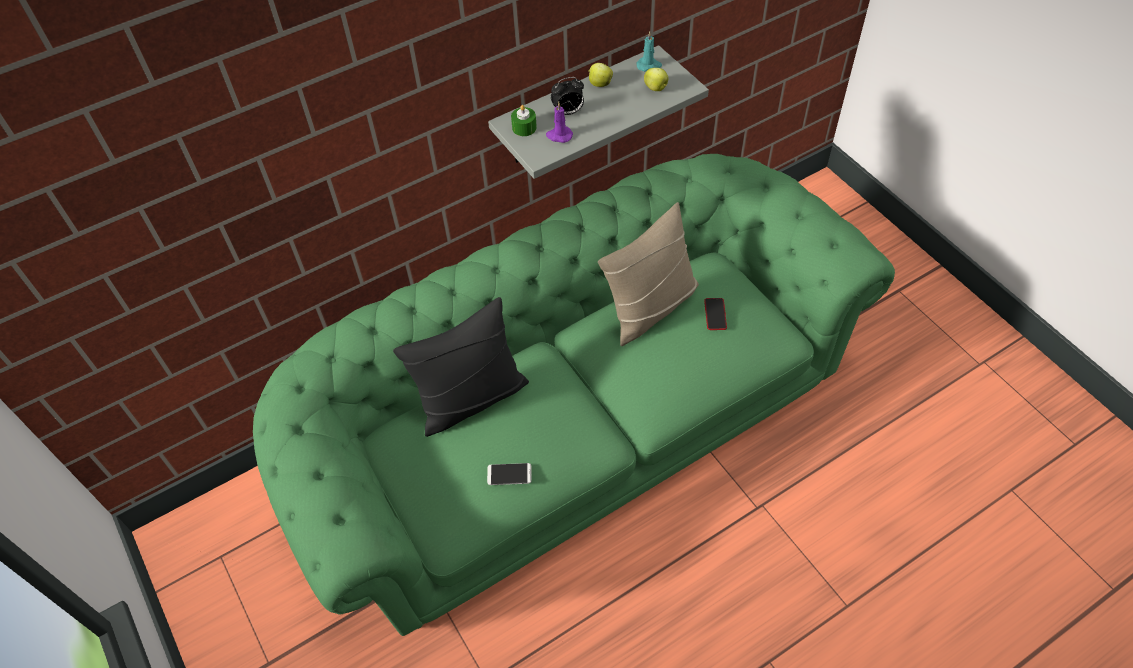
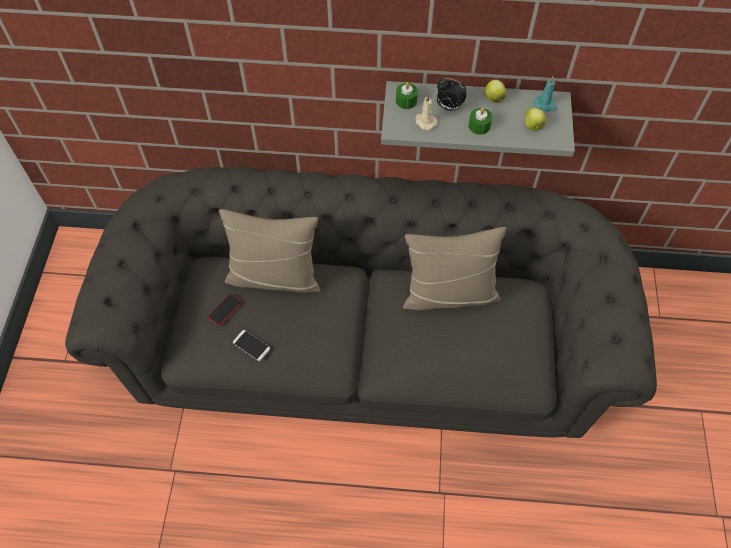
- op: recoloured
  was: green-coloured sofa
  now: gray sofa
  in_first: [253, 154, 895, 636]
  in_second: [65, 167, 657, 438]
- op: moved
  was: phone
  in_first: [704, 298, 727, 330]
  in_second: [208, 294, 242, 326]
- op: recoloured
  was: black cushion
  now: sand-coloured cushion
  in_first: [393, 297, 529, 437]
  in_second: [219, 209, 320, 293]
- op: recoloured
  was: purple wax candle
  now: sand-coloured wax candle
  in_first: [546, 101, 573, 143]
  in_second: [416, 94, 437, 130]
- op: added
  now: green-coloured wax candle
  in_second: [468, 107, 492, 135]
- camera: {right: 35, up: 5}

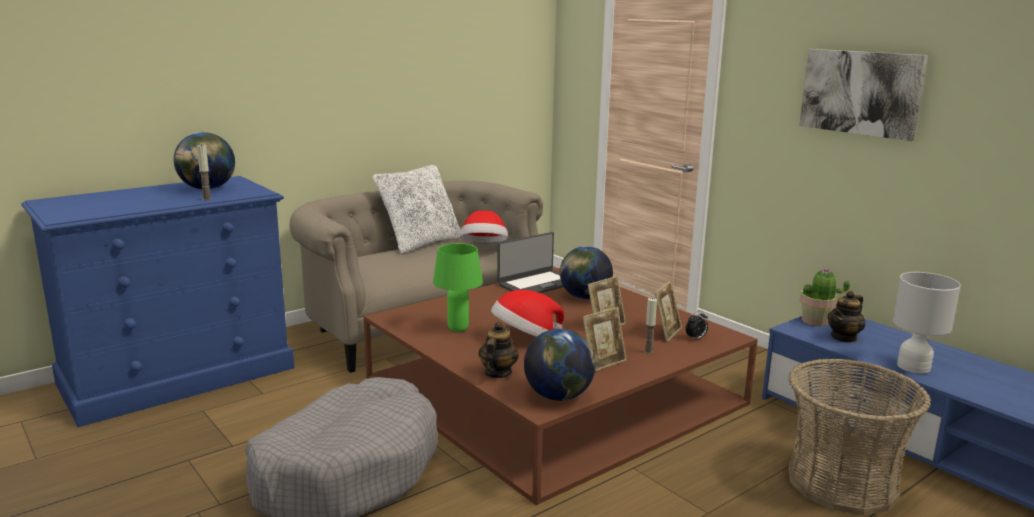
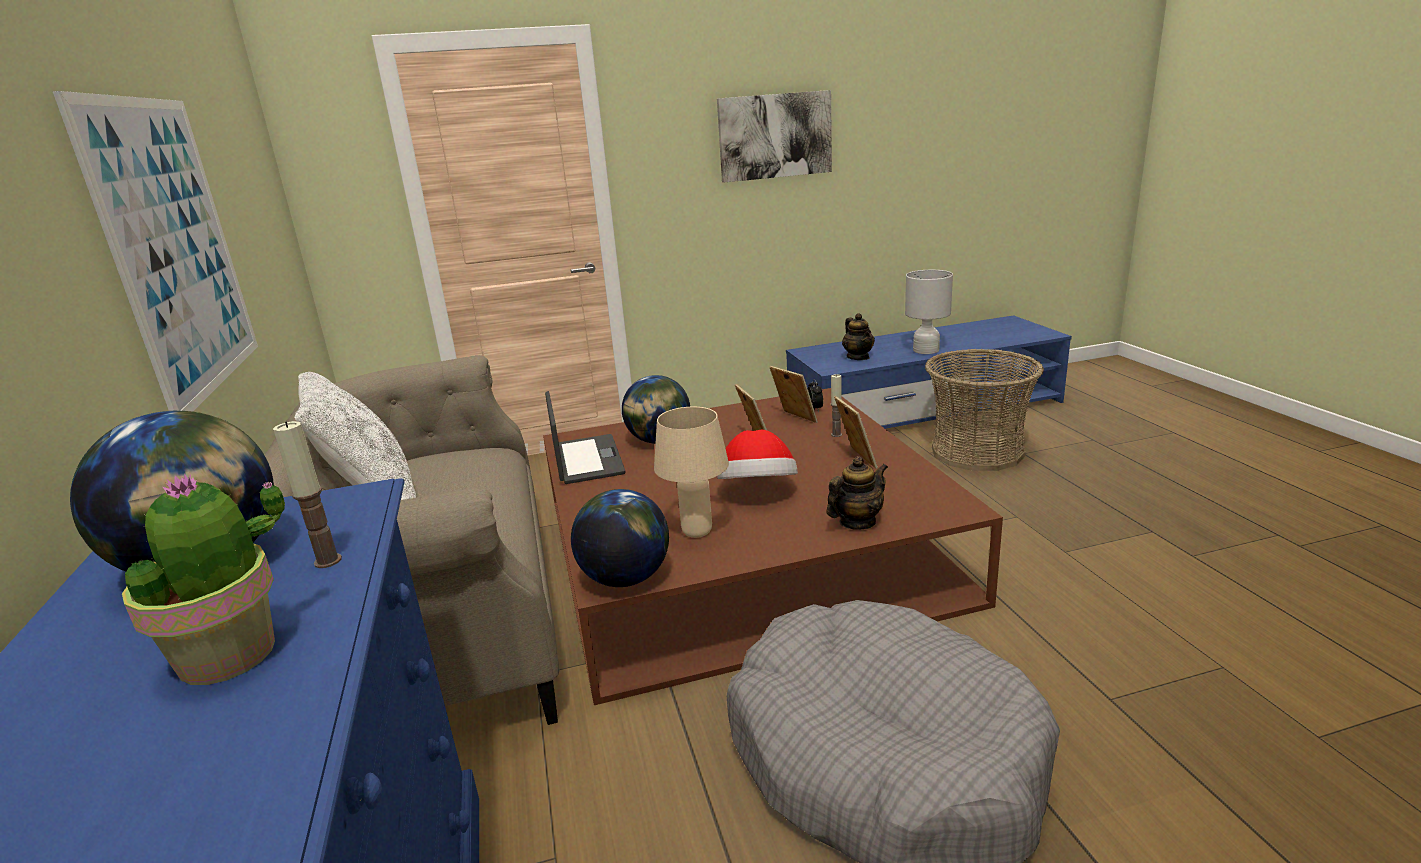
- op: added
  now: wall picture
  in_second: [52, 91, 258, 412]
- op: moved
  was: potted plant
  in_first: [800, 267, 850, 326]
  in_second: [122, 473, 285, 685]
- op: moved
  was: world globe
  in_first: [524, 329, 595, 401]
  in_second: [571, 489, 669, 587]
- op: recoloured
  was: green-coloured tabletop lamp
  now: sand-coloured tabletop lamp
  in_first: [433, 243, 483, 332]
  in_second: [654, 407, 729, 538]
- op: turned
  was: pot for tea
  in_first: [479, 322, 519, 378]
  in_second: [826, 456, 888, 530]
  clockwise: 105
- op: removed
  was: clothing hat
  in_first: [460, 211, 508, 243]
- camera: {right: -65, up: 5}

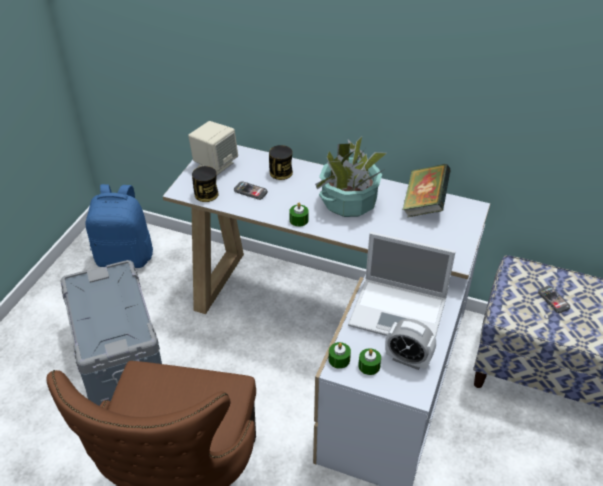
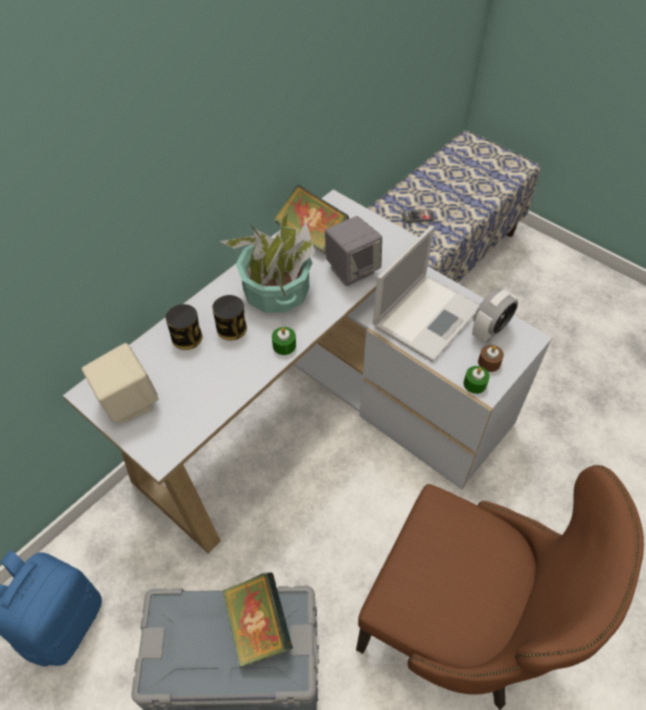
- op: moved
  was: metal can
  in_first: [192, 166, 219, 202]
  in_second: [212, 295, 247, 340]
- op: added
  now: book
  in_second: [223, 572, 293, 667]
- op: added
  now: gray audio speaker
  in_second: [325, 216, 382, 286]
- op: recoloured
  was: green-coloured wax candle
  now: brown wax candle
  in_first: [358, 348, 381, 375]
  in_second: [478, 345, 504, 372]
- op: removed
  was: phone
  in_first: [234, 181, 268, 200]
- camera: {right: -70, up: 10}

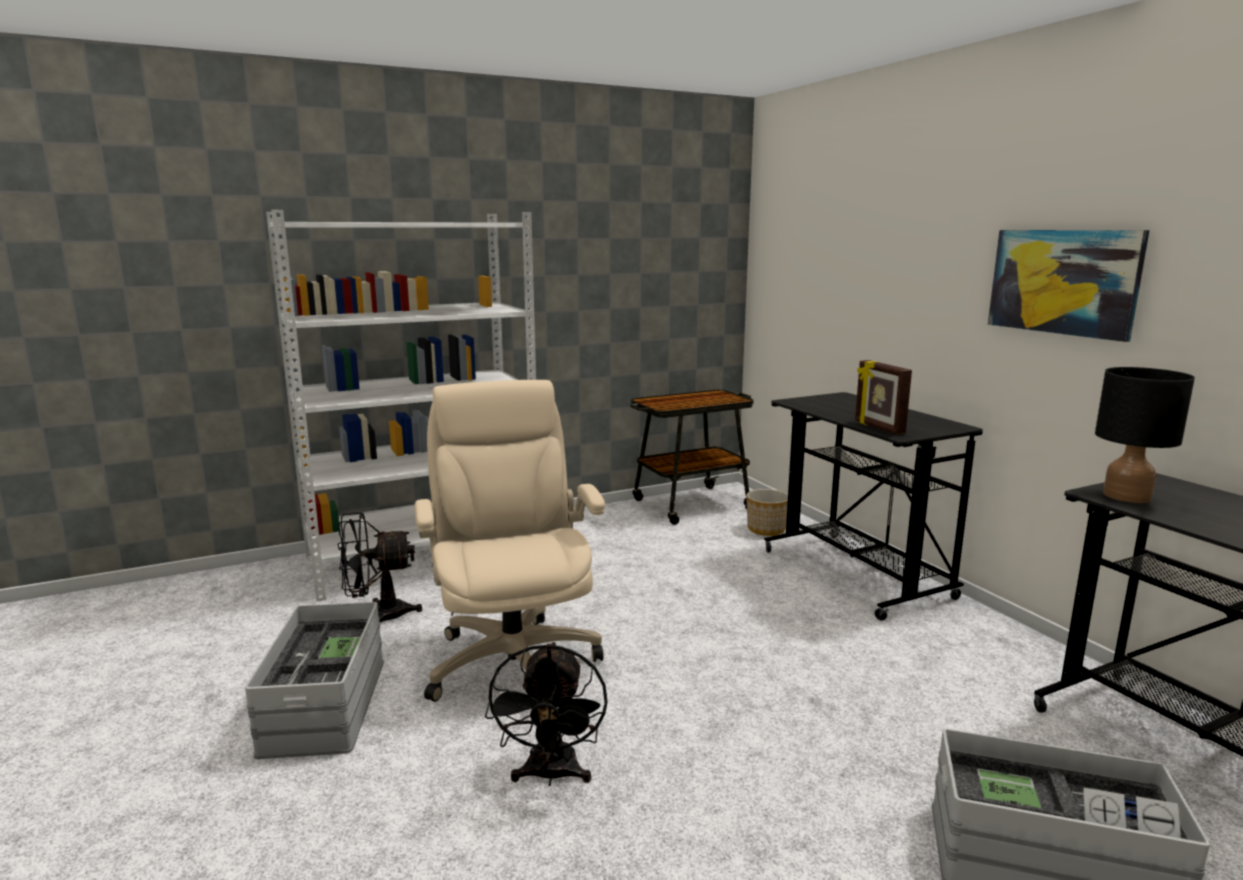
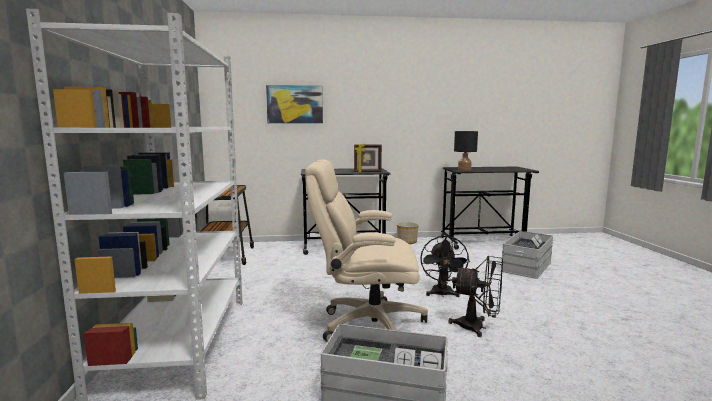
- op: moved
  was: wall picture
  in_first: [988, 230, 1149, 342]
  in_second: [266, 85, 323, 123]
- op: moved
  was: flower pot
  in_first: [747, 489, 788, 536]
  in_second: [397, 222, 419, 244]
- op: moved
  was: black cooling fan
  in_first: [338, 512, 423, 623]
  in_second: [420, 235, 470, 297]
- camera: {right: -70, up: -5}

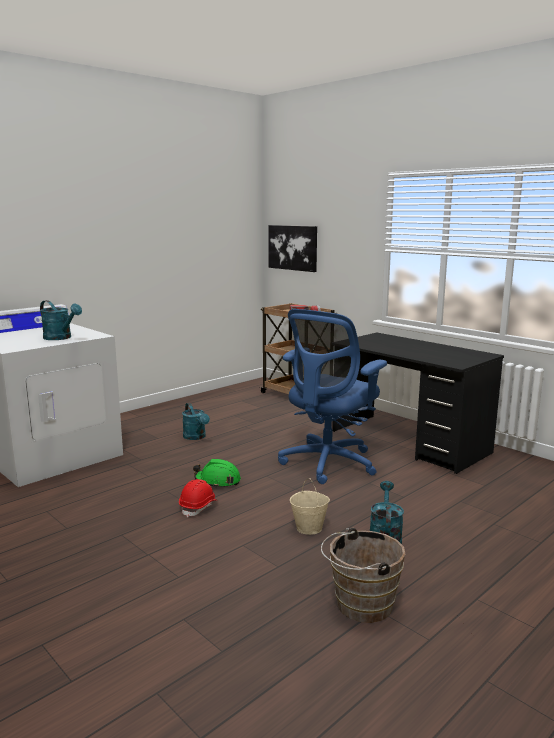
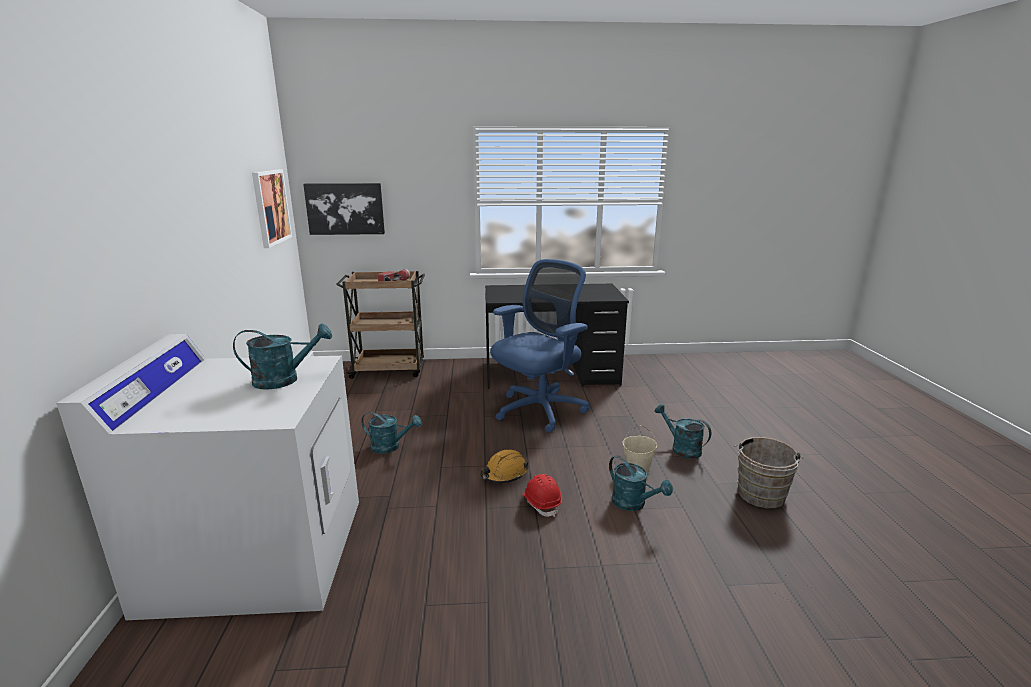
- op: added
  now: wall picture
  in_second: [252, 170, 292, 248]
- op: recoloured
  was: green-coloured safety helmet
  now: orange-coloured safety helmet
  in_first: [193, 459, 241, 488]
  in_second: [481, 449, 529, 483]
- op: turned
  was: bluish computer chair
  in_first: [278, 309, 387, 484]
  in_second: [490, 259, 589, 432]
  clockwise: -120
- op: added
  now: turquoise-coloured sprinkling can
  in_second: [609, 455, 673, 511]
- camera: {right: -50, up: 5}

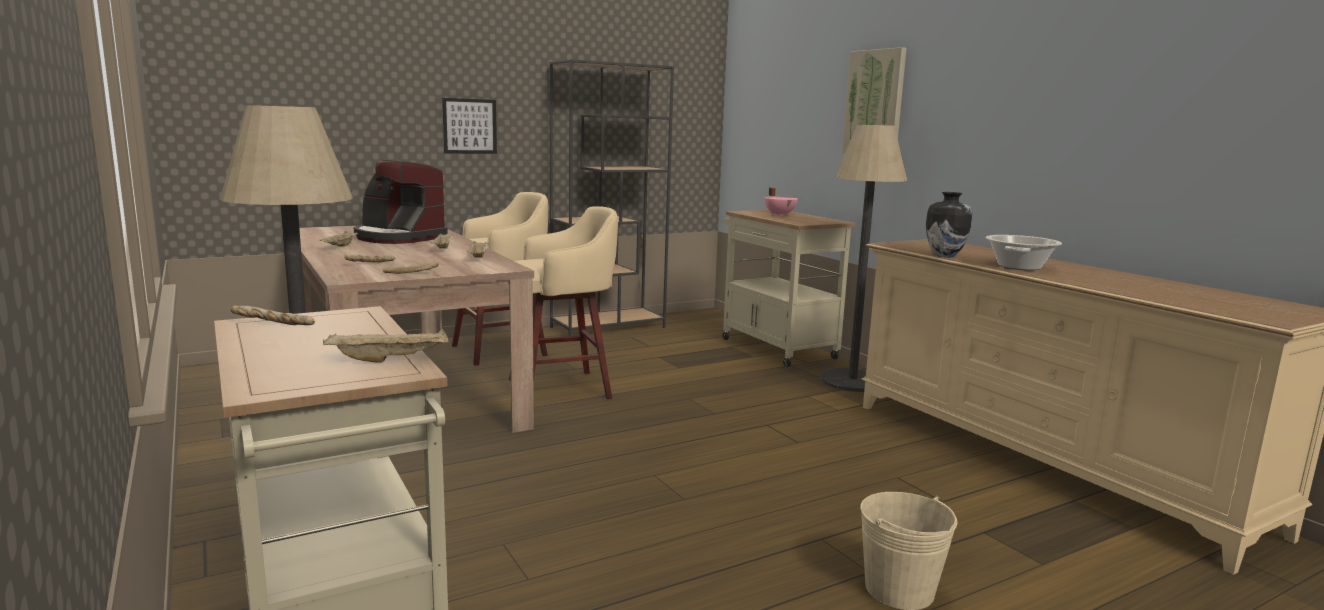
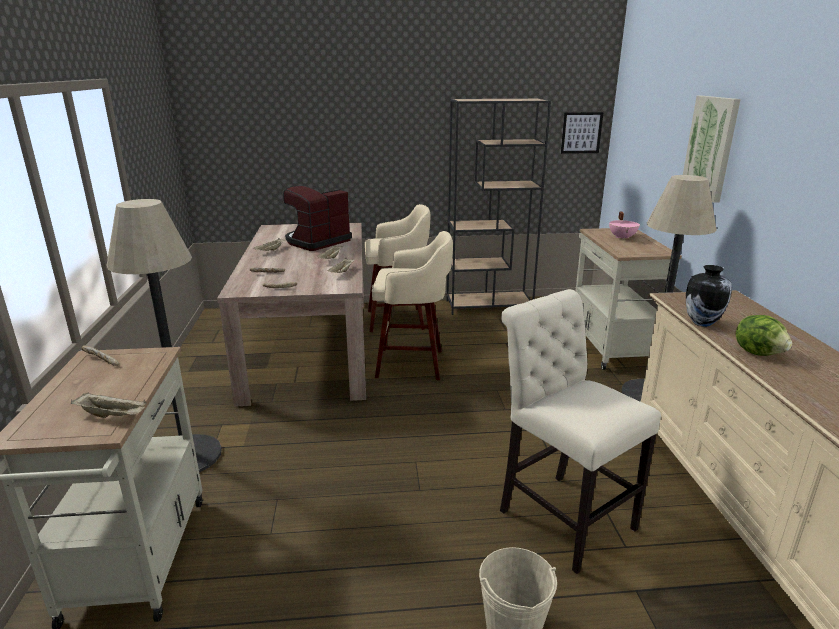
- op: turned
  was: coffee machine
  in_first: [354, 160, 448, 244]
  in_second: [283, 186, 352, 251]
  clockwise: 75
- op: added
  now: sand-coloured stool
  in_second: [500, 289, 661, 574]
- op: moved
  was: wall picture
  in_first: [442, 98, 497, 154]
  in_second: [561, 112, 603, 154]
- op: replaced
  was: saucepot
  now: lettuce
  in_first: [985, 235, 1062, 270]
  in_second: [735, 315, 792, 356]
- camera: {right: 25, up: 10}

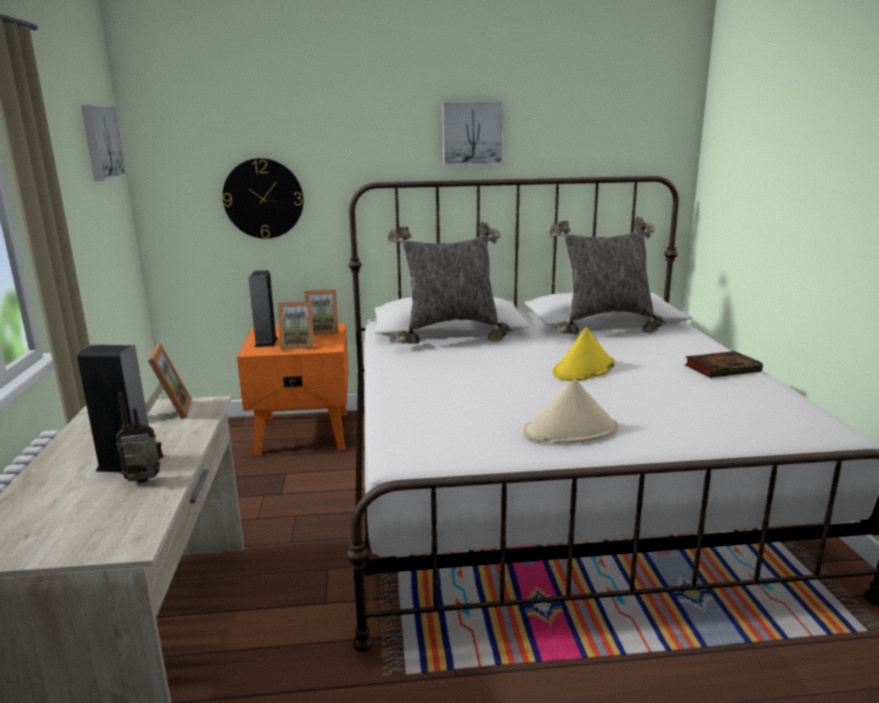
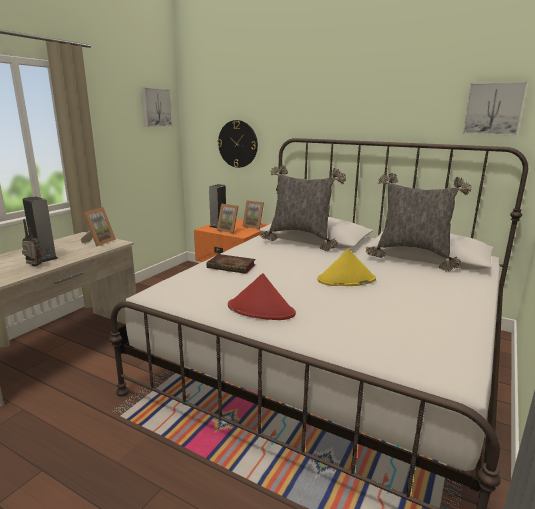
- op: moved
  was: book
  in_first: [684, 351, 763, 378]
  in_second: [207, 254, 256, 274]
- op: recoloured
  was: sand-coloured clothing hat
  now: red clothing hat
  in_first: [523, 379, 618, 443]
  in_second: [228, 273, 296, 320]
- op: moved
  was: wall picture
  in_first: [442, 101, 504, 166]
  in_second: [463, 82, 527, 135]
- camera: {right: 35, up: 0}

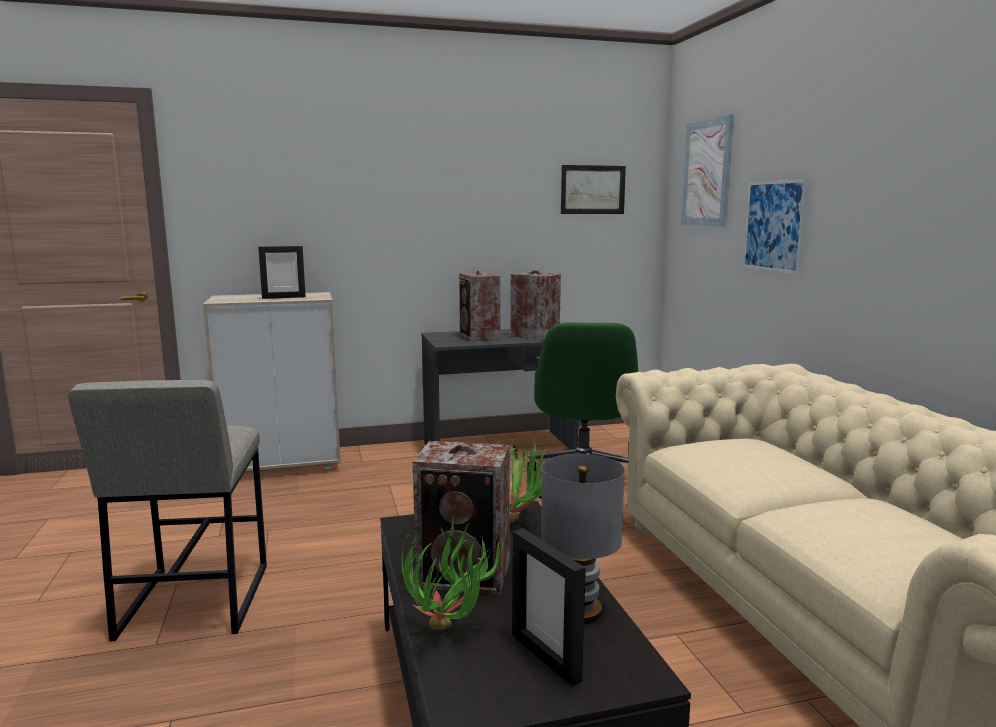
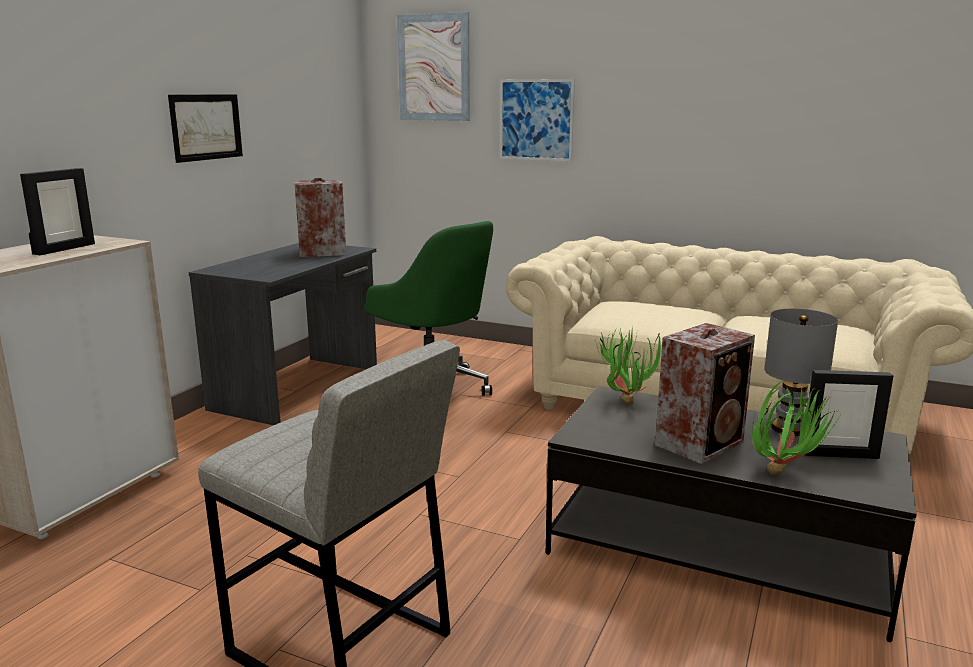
- op: moved
  was: wall picture
  in_first: [561, 165, 626, 214]
  in_second: [168, 94, 243, 163]
- op: removed
  was: audio speaker
  in_first: [459, 271, 500, 341]
- camera: {right: -50, up: 5}

